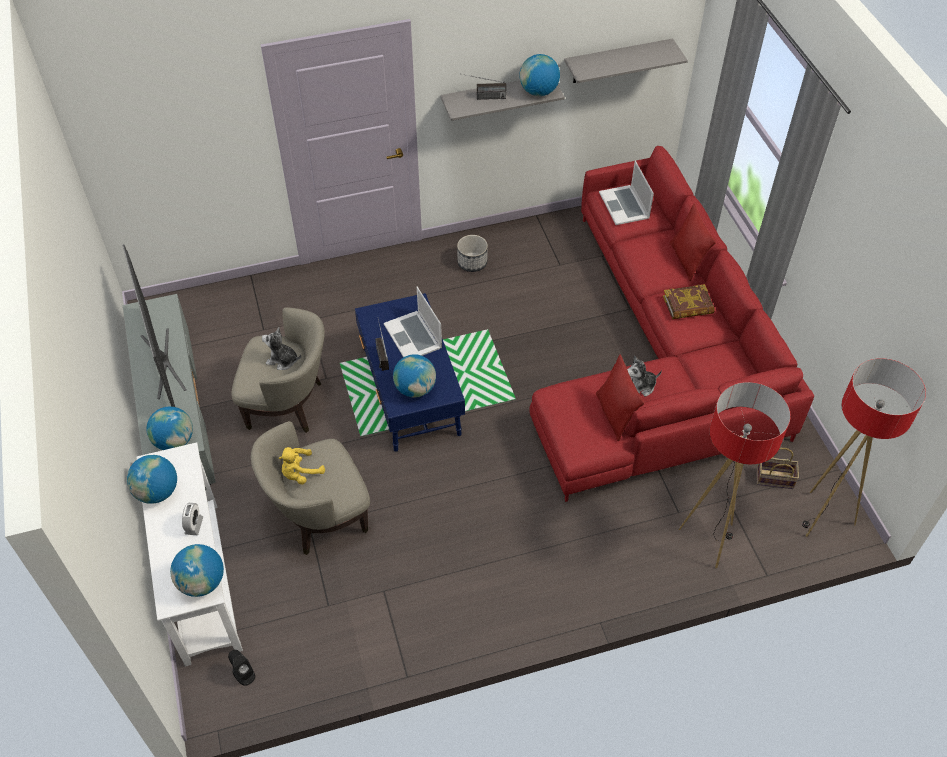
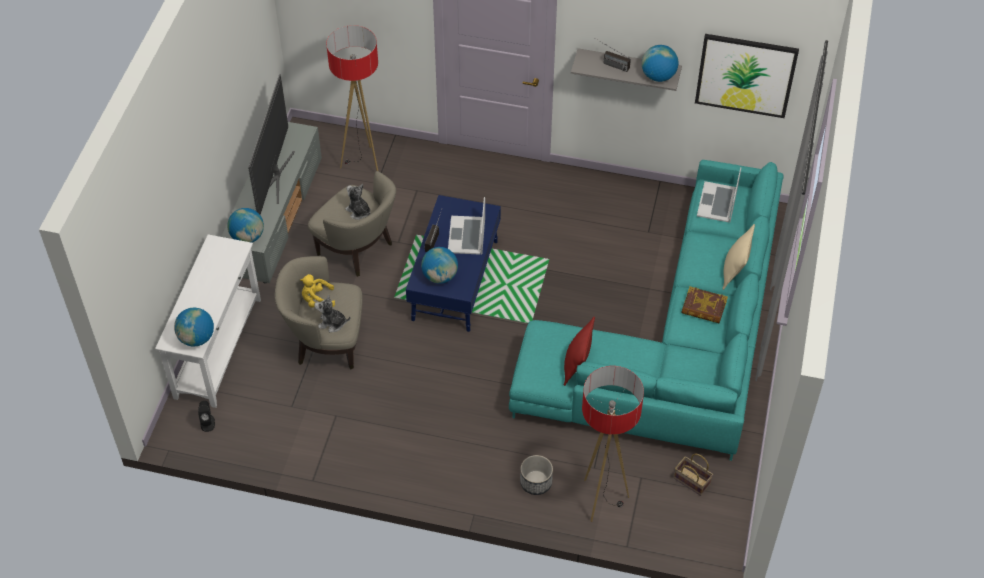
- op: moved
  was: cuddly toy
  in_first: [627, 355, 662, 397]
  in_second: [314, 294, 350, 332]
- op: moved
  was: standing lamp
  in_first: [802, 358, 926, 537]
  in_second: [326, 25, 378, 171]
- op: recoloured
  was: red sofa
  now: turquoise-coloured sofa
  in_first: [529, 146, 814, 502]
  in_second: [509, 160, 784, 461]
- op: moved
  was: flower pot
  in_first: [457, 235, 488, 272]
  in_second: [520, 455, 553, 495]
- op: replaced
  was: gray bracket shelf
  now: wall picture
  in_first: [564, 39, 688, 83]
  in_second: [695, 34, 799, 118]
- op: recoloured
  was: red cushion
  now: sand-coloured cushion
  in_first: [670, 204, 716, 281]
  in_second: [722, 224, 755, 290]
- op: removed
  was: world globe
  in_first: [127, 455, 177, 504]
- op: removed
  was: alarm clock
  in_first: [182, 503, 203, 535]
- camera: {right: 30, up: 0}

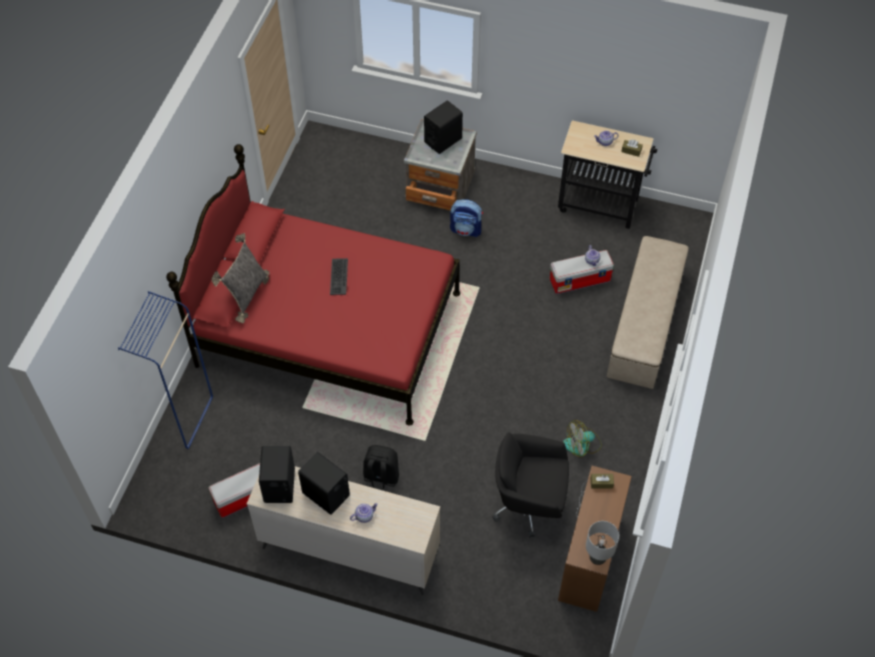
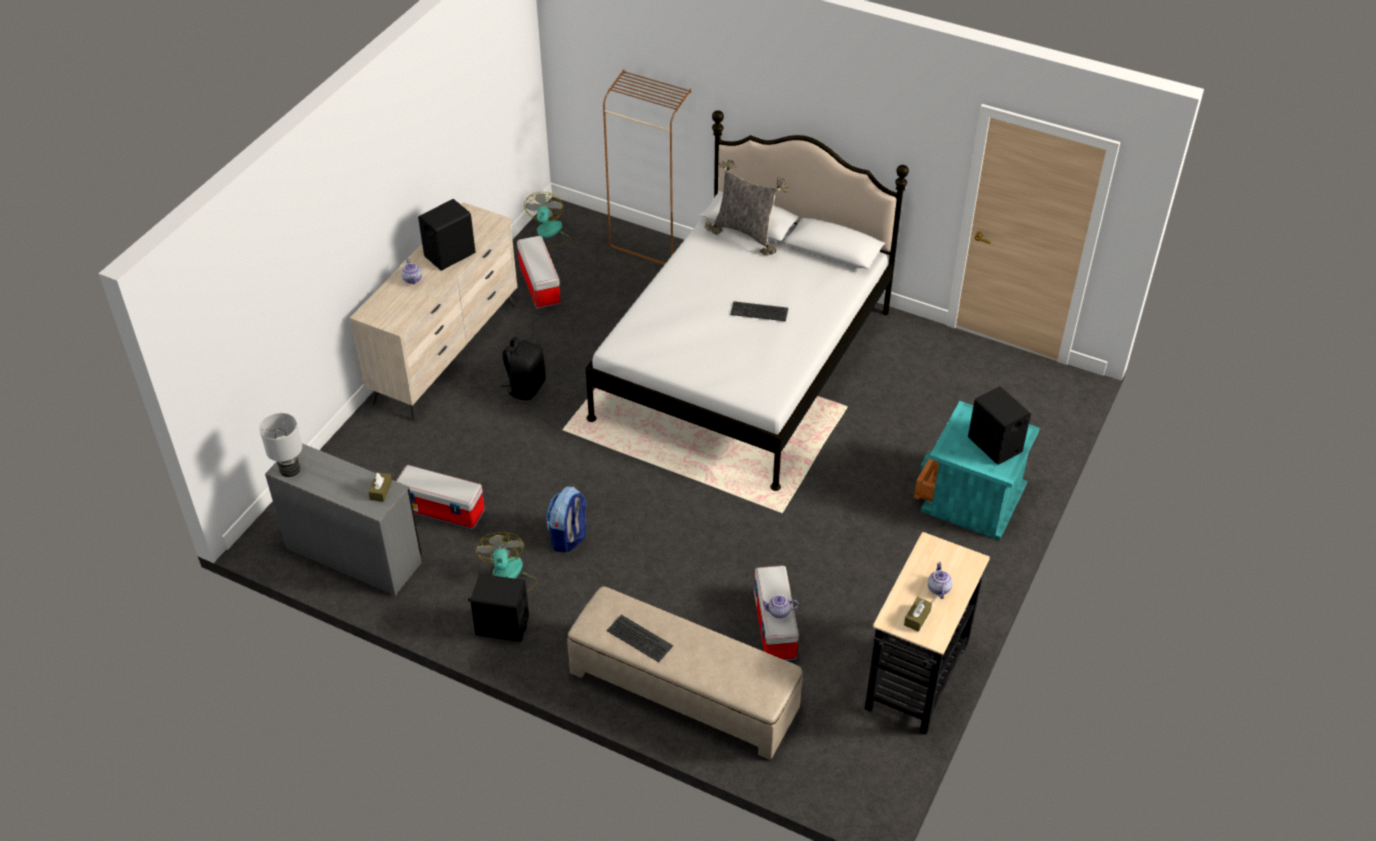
- op: recoloured
  was: brown desk unit
  now: gray desk unit
  in_first: [558, 466, 632, 612]
  in_second: [265, 443, 422, 596]
- op: replaced
  was: black computer chair
  now: storage container
  in_first: [492, 432, 569, 537]
  in_second: [396, 465, 485, 529]
- op: moved
  was: black audio speaker
  in_first: [259, 446, 295, 503]
  in_second: [468, 574, 529, 641]
- op: added
  now: cooling fan
  in_second: [524, 192, 571, 247]
- op: moved
  was: rucksack
  in_first: [450, 199, 483, 237]
  in_second: [546, 487, 587, 552]
- op: recoloured
  was: red sleeping bed
  now: whitish sleeping bed
  in_first: [166, 144, 460, 426]
  in_second: [585, 110, 909, 491]
- op: recoloured
  was: bluish garment rack
  now: brown garment rack
  in_first: [118, 291, 213, 449]
  in_second: [603, 69, 691, 265]
- op: added
  now: keyboard
  in_second: [607, 615, 673, 662]
- op: recoloured
  was: gray bedside table
  now: turquoise-coloured bedside table
  in_first: [404, 119, 477, 211]
  in_second: [914, 401, 1040, 540]
- camera: {right: 100, up: -10}

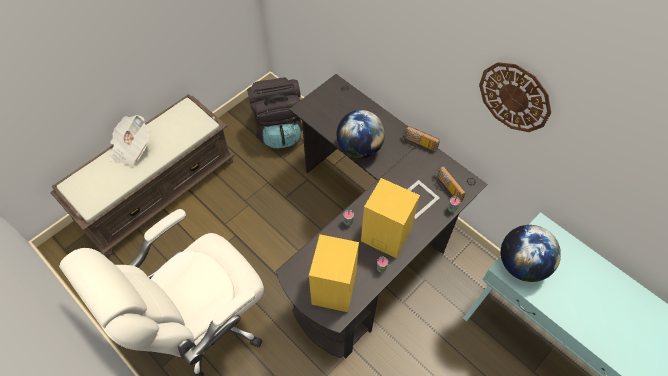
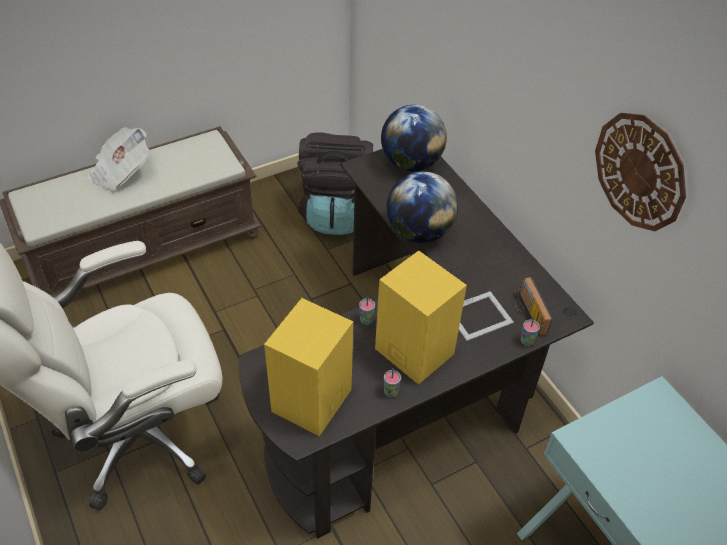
- op: moved
  was: world globe
  in_first: [501, 225, 561, 282]
  in_second: [381, 105, 447, 171]
- op: removed
  was: radio
  in_first: [402, 126, 440, 152]
- camera: {right: 15, up: -10}

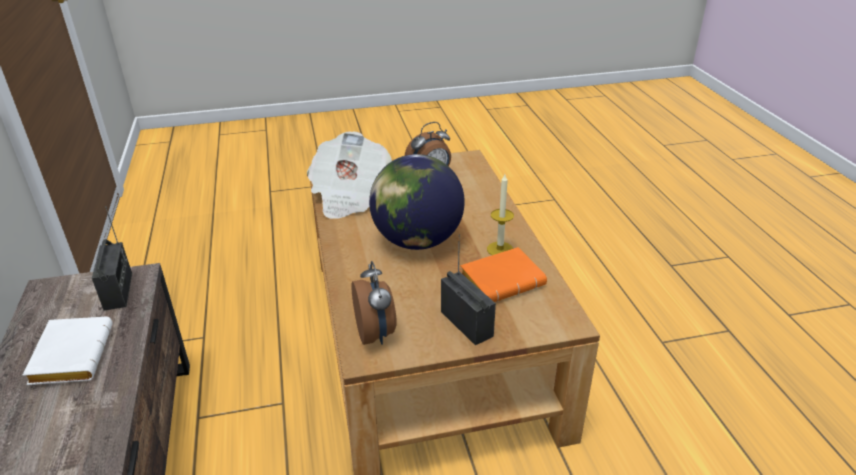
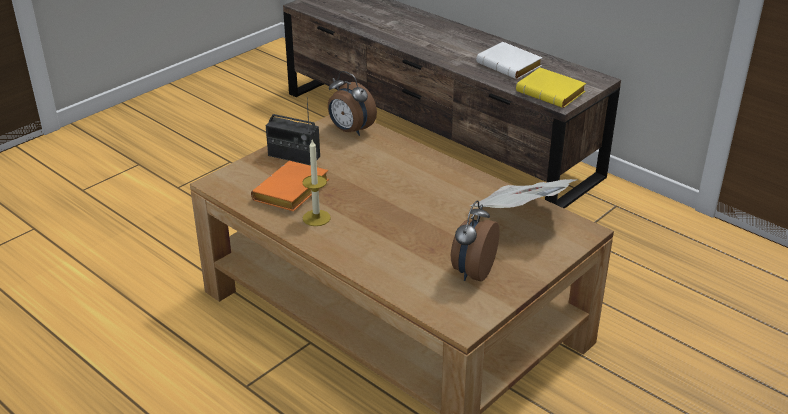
- op: replaced
  was: radio
  now: yellow book
  in_first: [92, 206, 132, 311]
  in_second: [516, 68, 586, 108]
- op: removed
  was: world globe
  in_first: [369, 154, 465, 250]
- camera: {right: 145, up: 0}

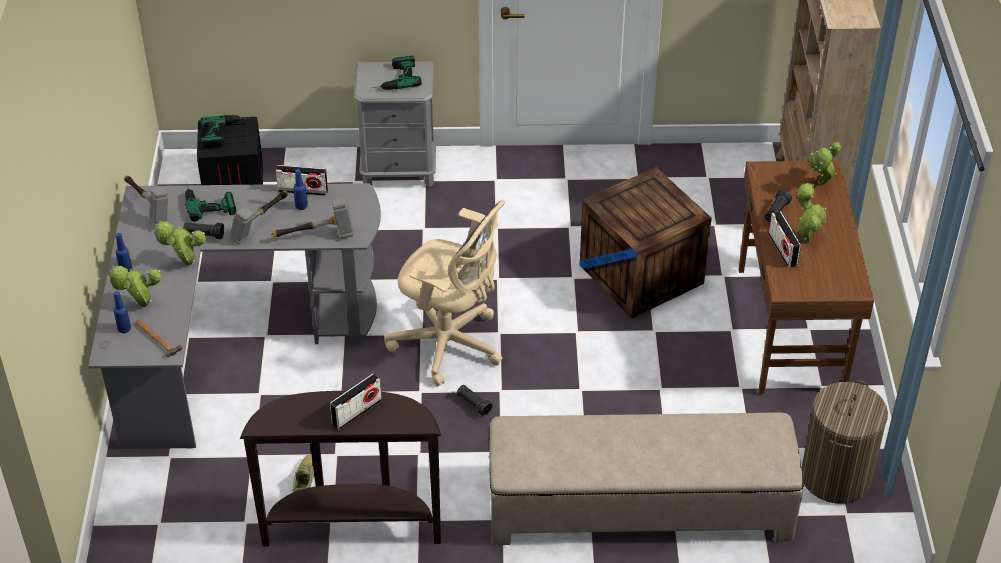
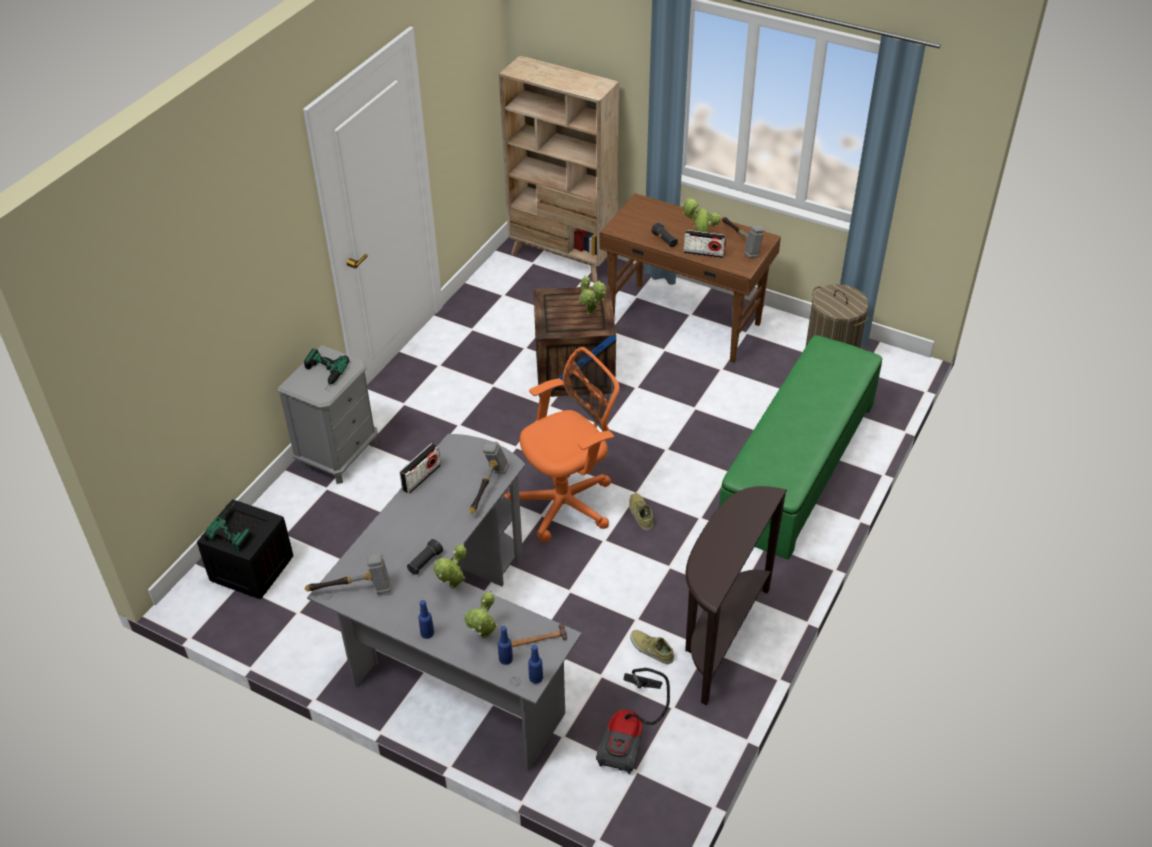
- op: recoloured
  was: sand-coloured computer chair
  now: orange-coloured computer chair
  in_first: [384, 200, 506, 386]
  in_second: [504, 347, 619, 542]
- op: moved
  was: bluish bottle
  in_first: [293, 169, 308, 210]
  in_second: [528, 645, 543, 684]
- op: moved
  was: potted plant
  in_first: [808, 141, 841, 185]
  in_second: [579, 276, 606, 315]
- op: added
  now: hoover
  in_second: [596, 668, 670, 774]
- op: replaced
  was: black torch
  now: sand-coloured item of footwear
  in_first: [457, 385, 493, 416]
  in_second: [629, 493, 653, 531]
- op: recoloured
  was: sand-coloured long seat
  now: green-coloured long seat
  in_first: [489, 412, 804, 545]
  in_second: [719, 335, 882, 560]
- op: moved
  was: tool hammer
  in_first: [229, 191, 288, 244]
  in_second: [721, 217, 765, 258]
- op: removed
  was: drill
  in_first: [185, 184, 236, 222]
- op: removed
  was: radio
  in_first: [330, 374, 382, 430]
- camera: {right: -60, up: 0}

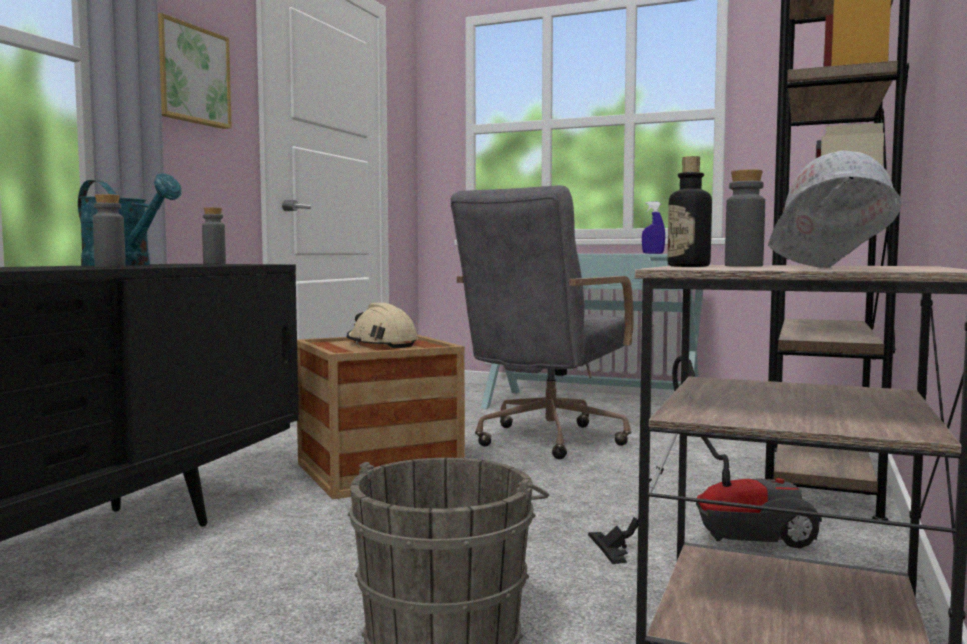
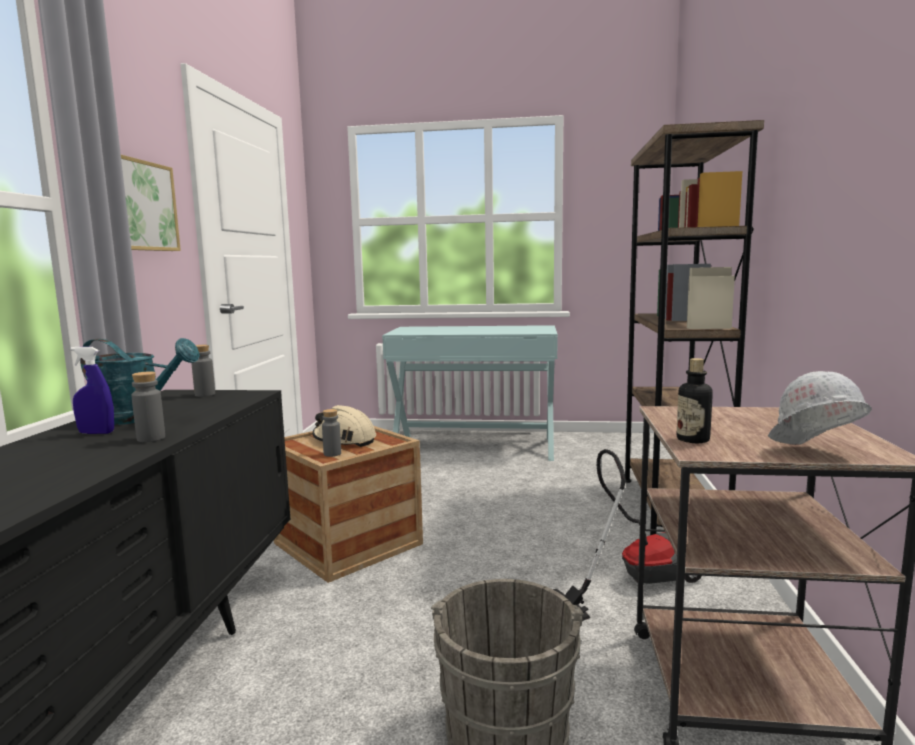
- op: moved
  was: bluish sprayer
  in_first: [642, 202, 665, 254]
  in_second: [70, 347, 114, 434]
- op: moved
  was: gray bottle
  in_first: [725, 169, 765, 267]
  in_second: [322, 409, 341, 457]
- op: removed
  was: gray computer chair
  in_first: [451, 185, 634, 459]
- camera: {right: -15, up: 5}

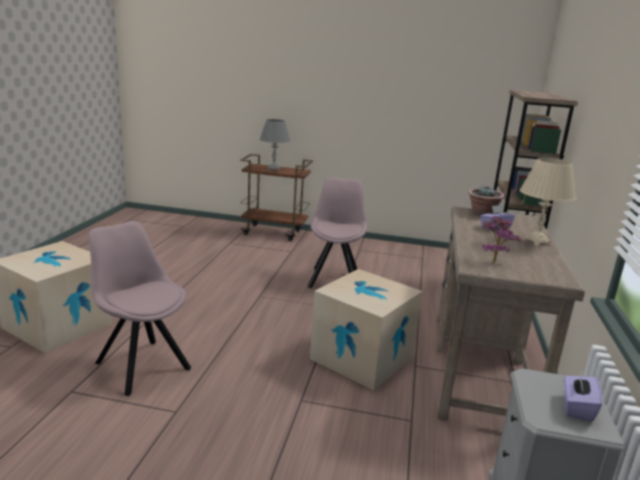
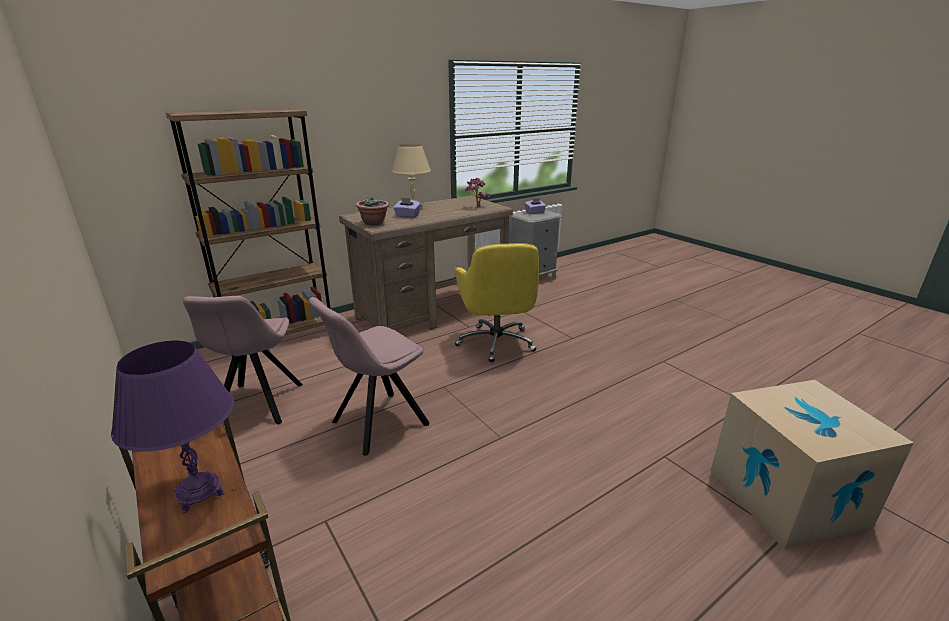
- op: recoloured
  was: gray tabletop lamp
  now: purple tabletop lamp
  in_first: [260, 119, 290, 171]
  in_second: [111, 341, 234, 513]
- op: moved
  was: pinkish chair
  in_first: [89, 221, 191, 396]
  in_second: [183, 296, 303, 425]
- op: replaced
  was: cardboard box
  now: yellow computer chair
  in_first: [310, 269, 422, 390]
  in_second: [455, 243, 539, 362]
- camera: {right: -135, up: 5}

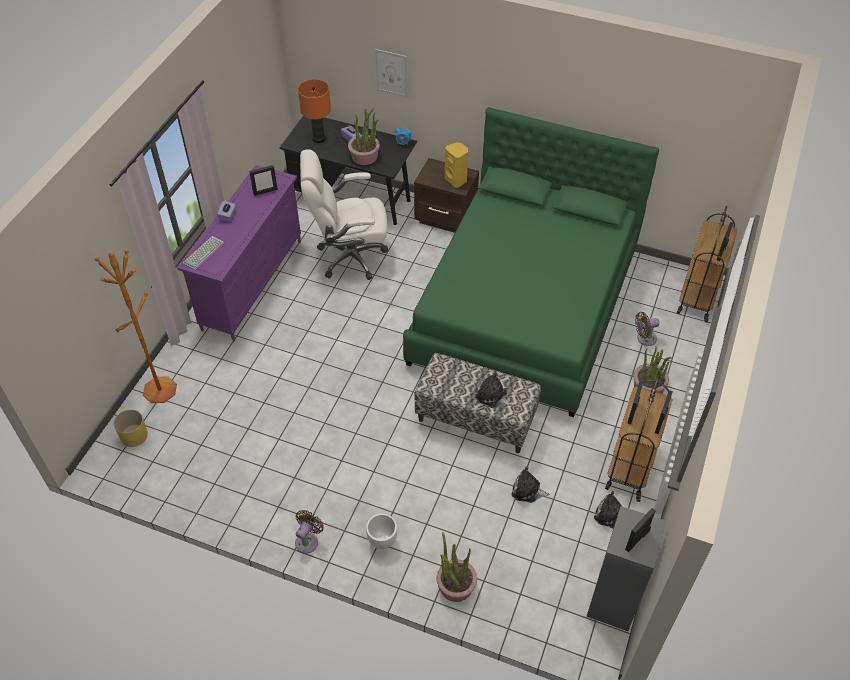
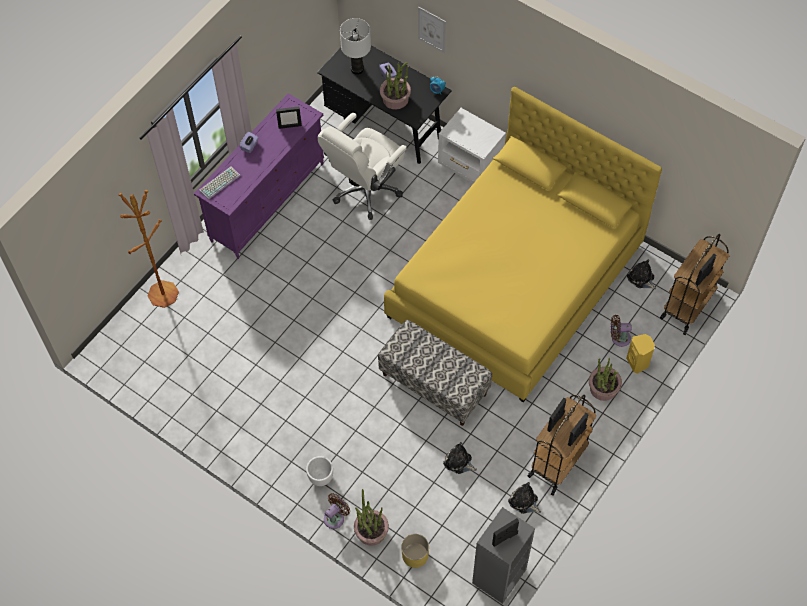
- op: turned
  was: whitish computer chair
  in_first: [300, 149, 388, 280]
  in_second: [318, 113, 407, 220]
  clockwise: -60
- op: moved
  was: brown cooling fan
  in_first: [295, 510, 324, 554]
  in_second: [324, 493, 350, 529]
- op: recoloured
  was: orange-coloured tabletop lamp
  now: whitish tabletop lamp
  in_first: [298, 79, 331, 143]
  in_second: [340, 18, 371, 74]
- op: recoloured
  was: green-coloured sleeping bed
  now: yellow sleeping bed
  in_first: [403, 107, 659, 417]
  in_second: [384, 87, 662, 402]
- op: moved
  was: yellow flower pot
  in_first: [114, 410, 148, 447]
  in_second: [401, 534, 429, 568]
- op: recoloured
  was: brown bedside table
  now: whitish bedside table
  in_first: [414, 158, 479, 233]
  in_second: [438, 108, 506, 183]
- op: moved
  was: yellow audio speaker
  in_first: [445, 142, 468, 188]
  in_second: [626, 334, 655, 373]
- op: moved
  was: cuddly toy
  in_first: [475, 372, 512, 408]
  in_second: [627, 259, 656, 290]
- camera: {right: 15, up: 10}

